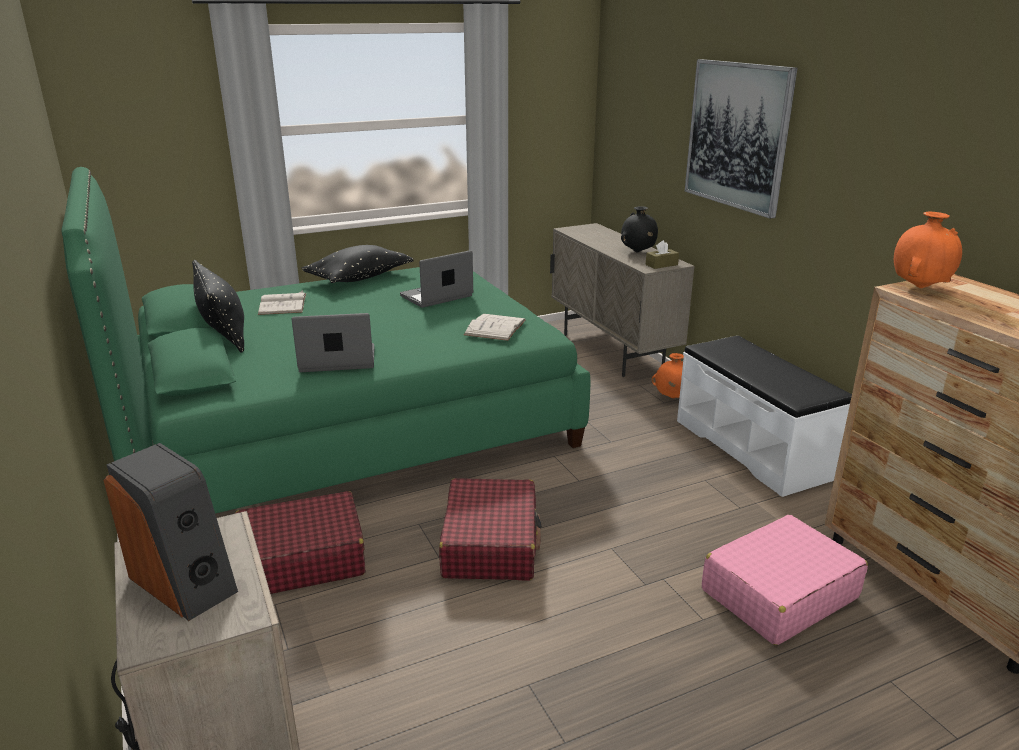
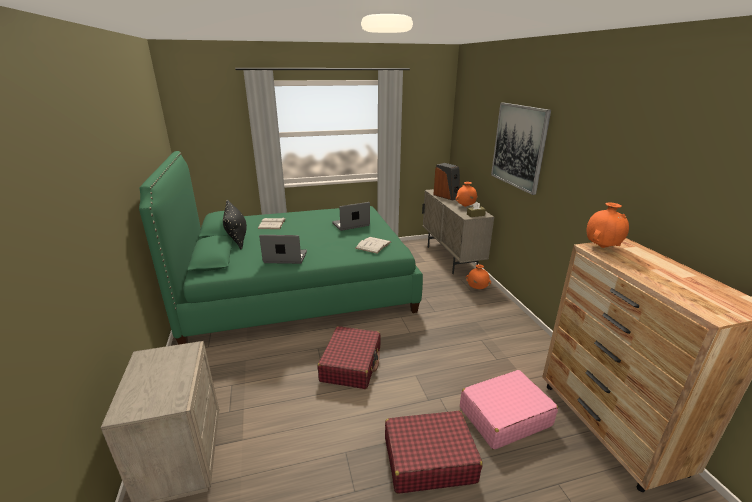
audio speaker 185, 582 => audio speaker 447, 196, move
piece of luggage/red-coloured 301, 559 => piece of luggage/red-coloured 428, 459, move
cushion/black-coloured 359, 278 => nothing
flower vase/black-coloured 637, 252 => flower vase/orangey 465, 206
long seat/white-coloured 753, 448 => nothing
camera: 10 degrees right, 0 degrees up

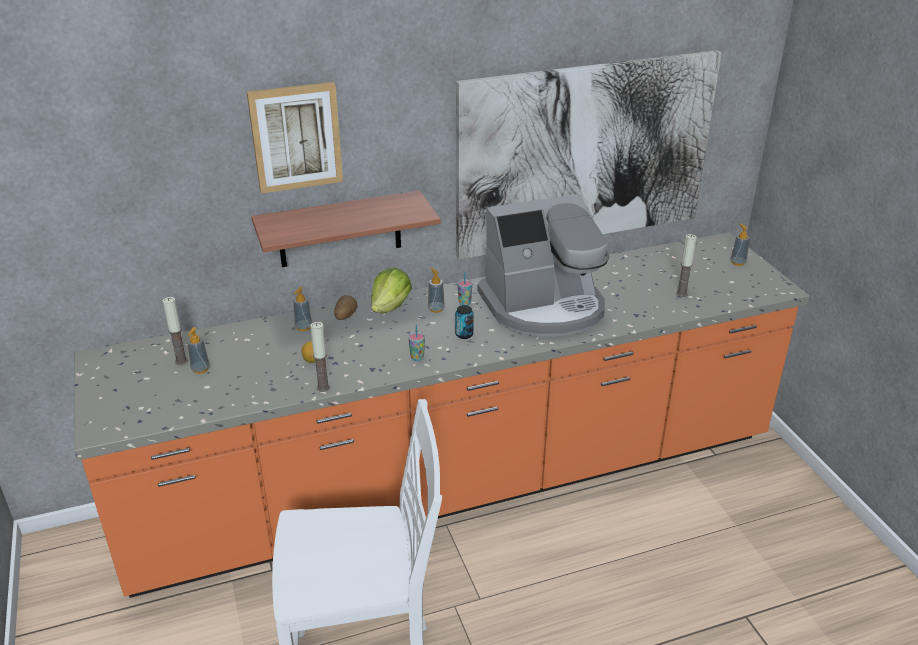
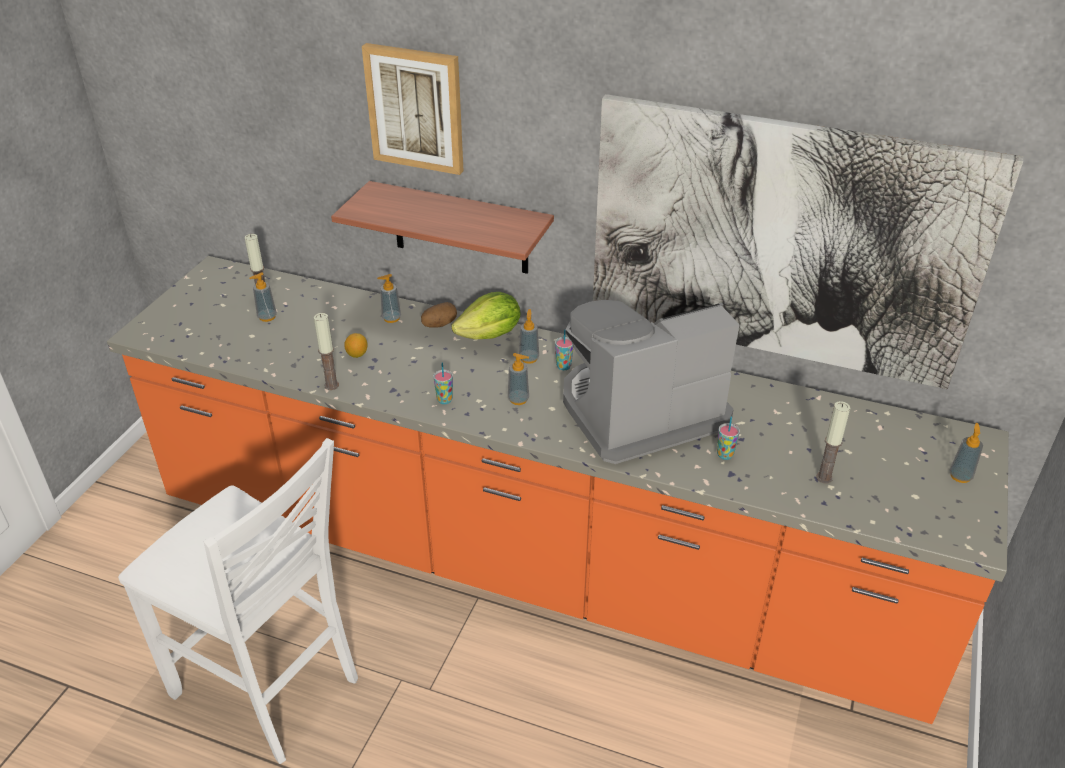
sealed can 464, 334 => liquid soap bottle 518, 399
coffee machine 544, 307 => coffee machine 639, 411, 135 degrees clockwise
nothing => cup 725, 455
camera: 40 degrees right, 5 degrees up

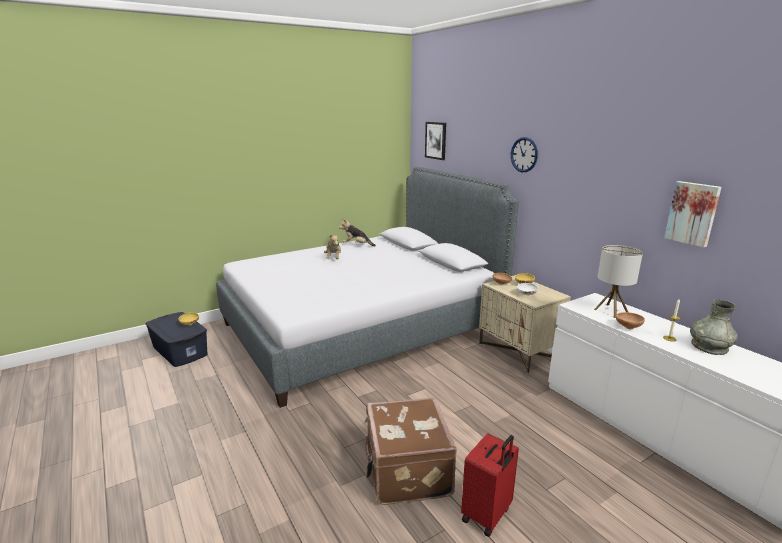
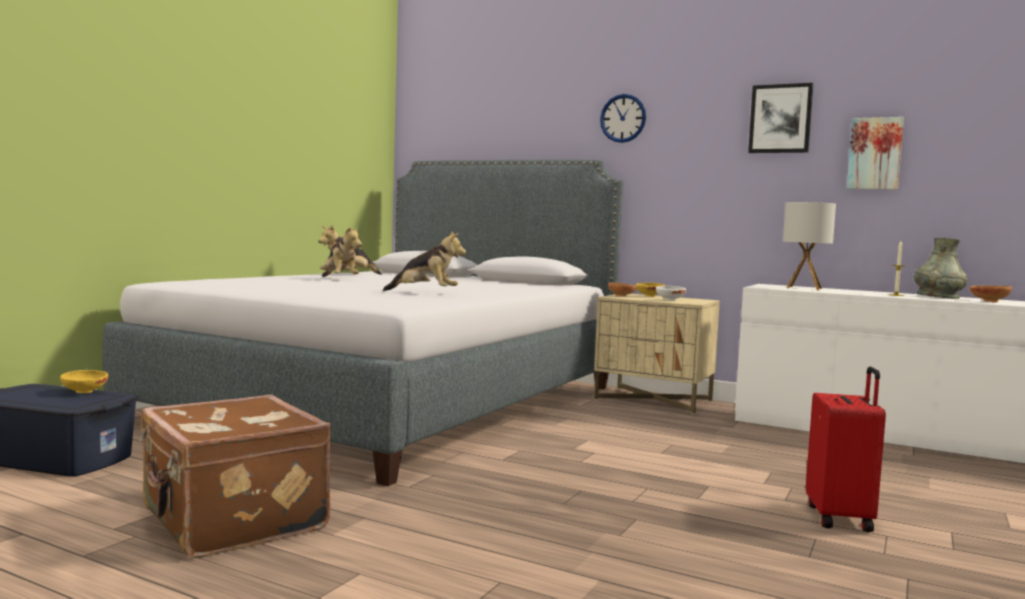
piece of luggage/brown-coloured 406, 471 => piece of luggage/brown-coloured 231, 521, move
wall picture 436, 140 => wall picture 780, 119, move
deep dish/brown-coloured 628, 326 => deep dish/brown-coloured 988, 301, move
nothing => soft toy 425, 293
camera: 30 degrees left, 15 degrees down

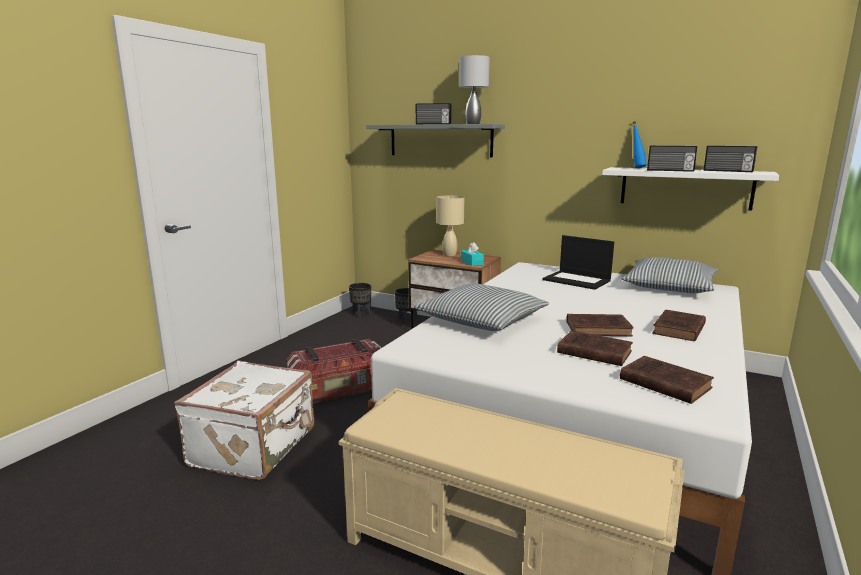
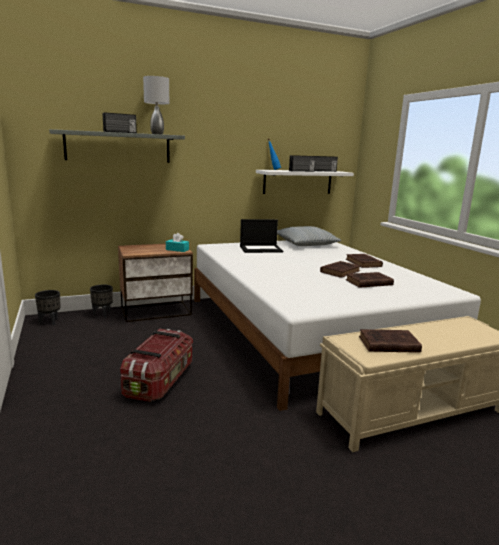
piece of luggage/white-coloured 255, 447 => nothing
cushion 482, 320 => nothing
table lamp/beige-coloured 450, 255 => nothing
volume/brown-coloured 662, 383 => volume/brown-coloured 387, 344, move
camera: 50 degrees left, 0 degrees up

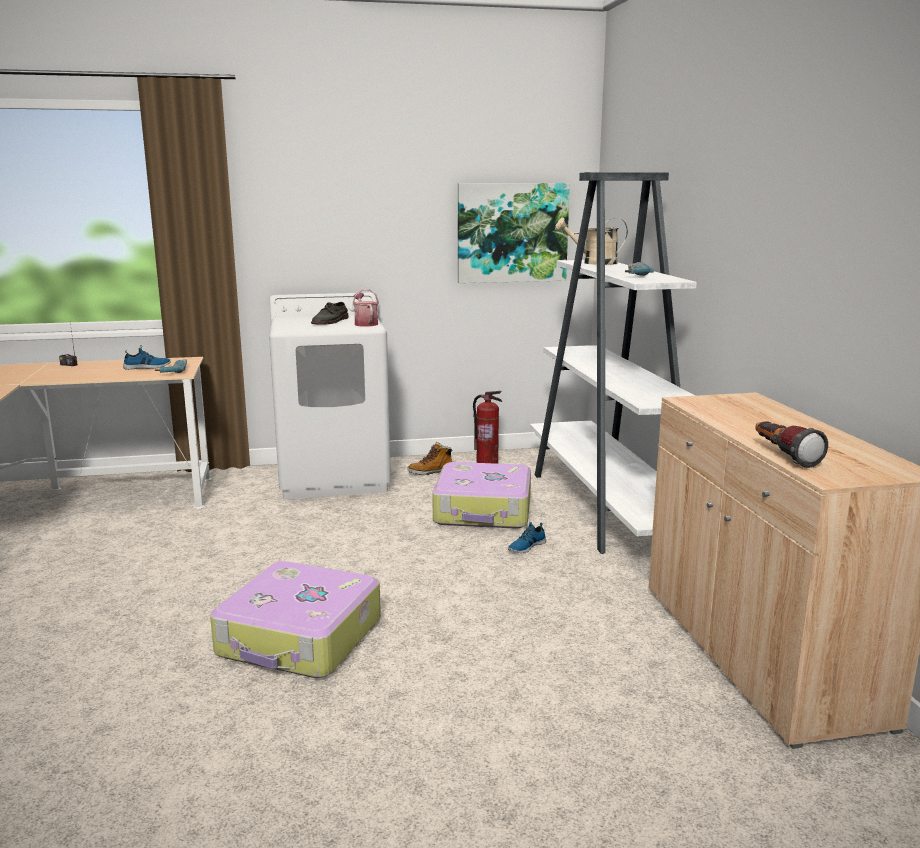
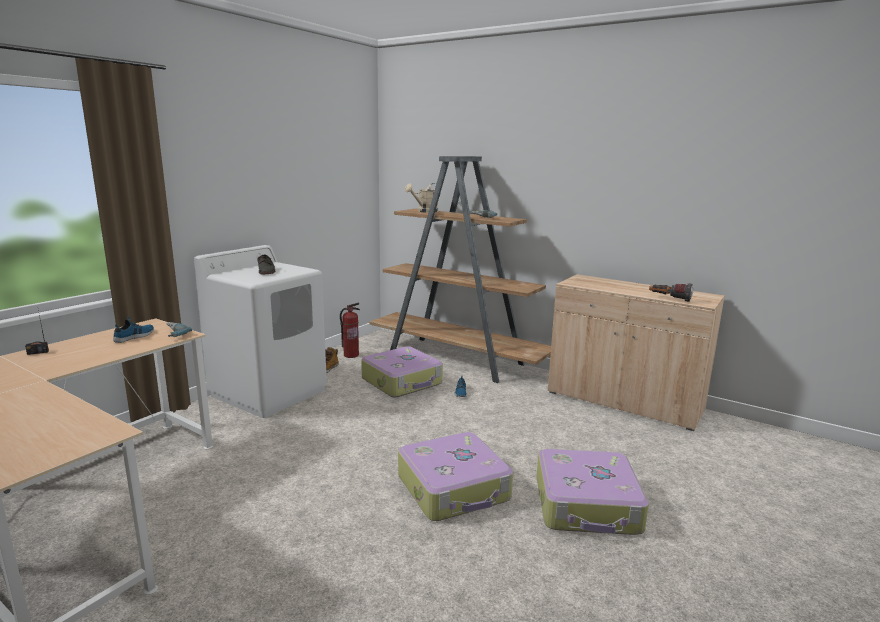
watering can 365, 323 => nothing
wall picture 512, 232 => nothing
bookshelf/white-coloured 608, 508 => bookshelf/brown-coloured 457, 359
nothing => piece of luggage 587, 505
camera: 45 degrees left, 0 degrees up

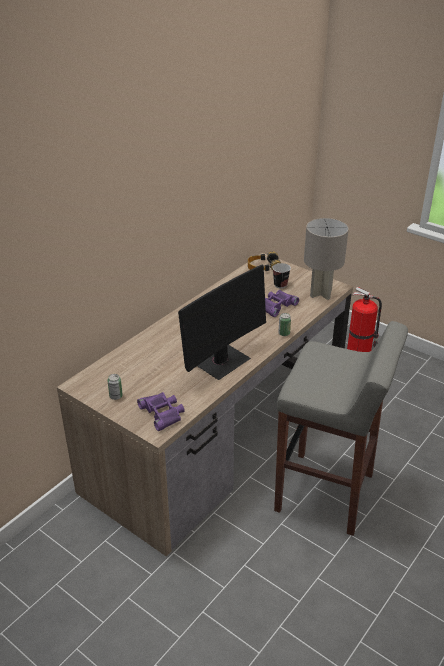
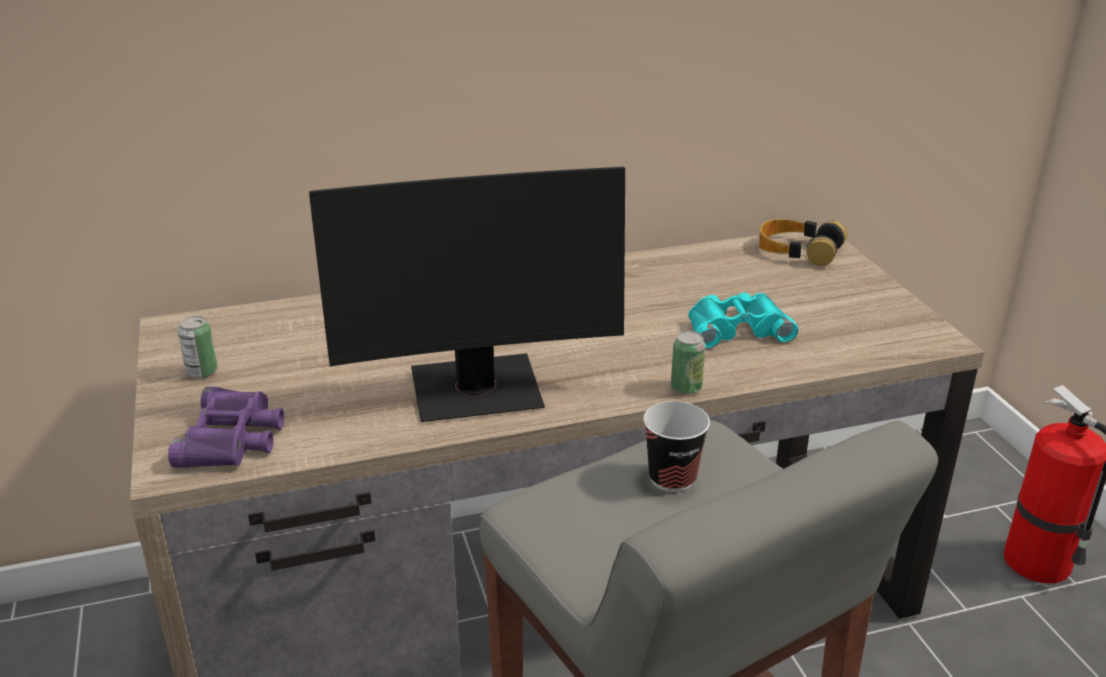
pair of binoculars/purple-coloured 276, 305 => pair of binoculars/blue-green 736, 328
cup 280, 285 => cup 672, 478, move
table lamp/gray 320, 293 => nothing
camera: 35 degrees right, 5 degrees down

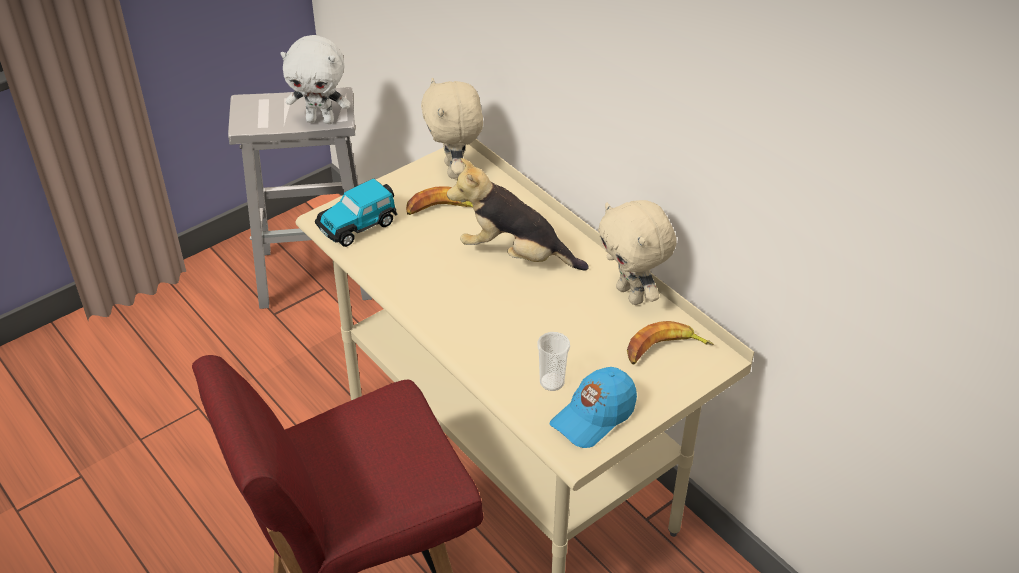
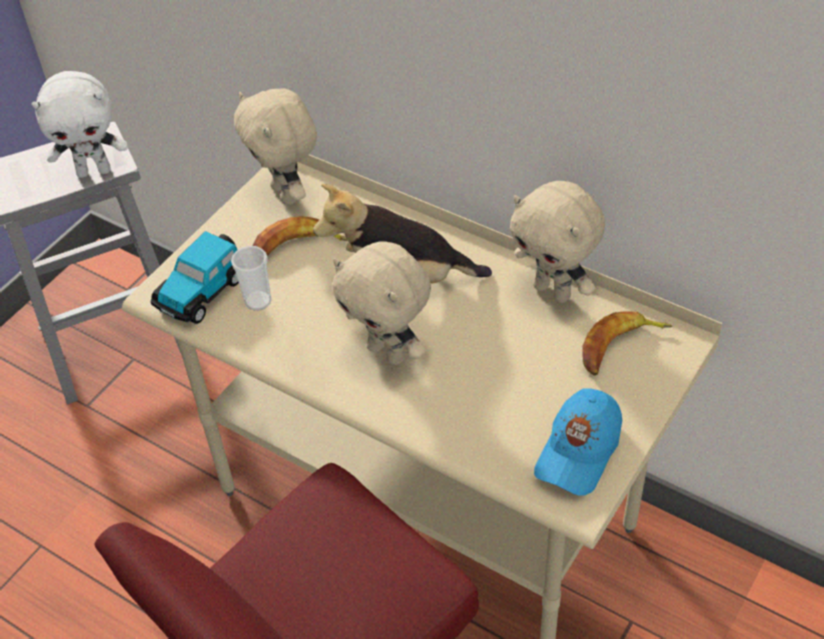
cup 552, 382 => cup 258, 301, move
nothing => soft toy/beige-coloured 388, 352
camera: 15 degrees left, 5 degrees up

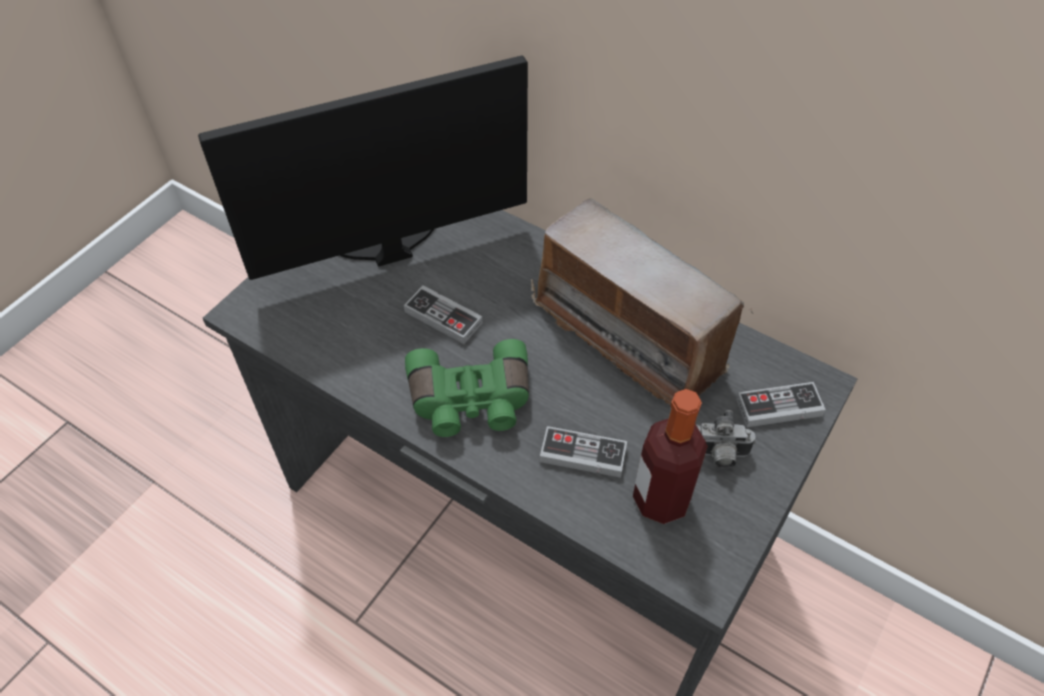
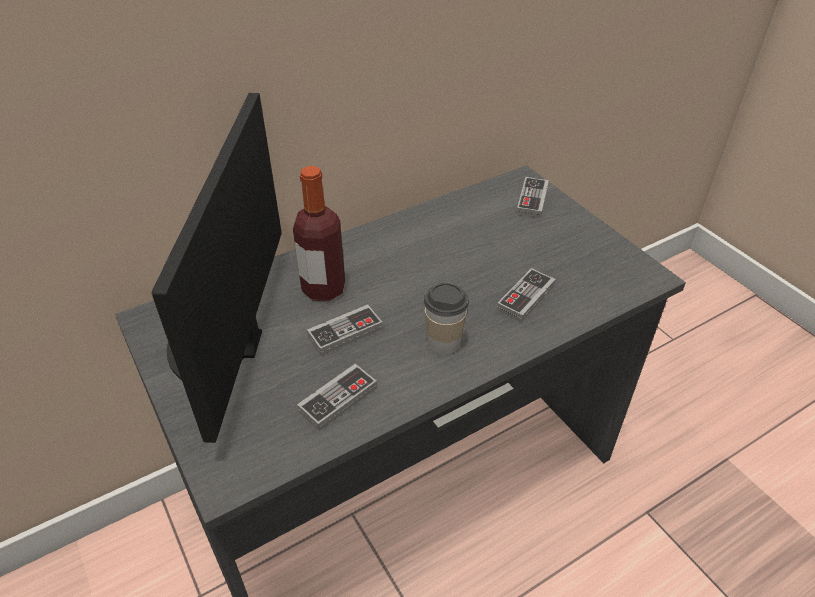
pair of binoculars/green-coloured 470, 402 => cup 444, 343
radio 630, 337 => nothing
beverage bottle 661, 499 => beverage bottle 323, 288, move
still camera 716, 456 => nothing
nothing => joypad 338, 399
camera: 65 degrees left, 10 degrees down

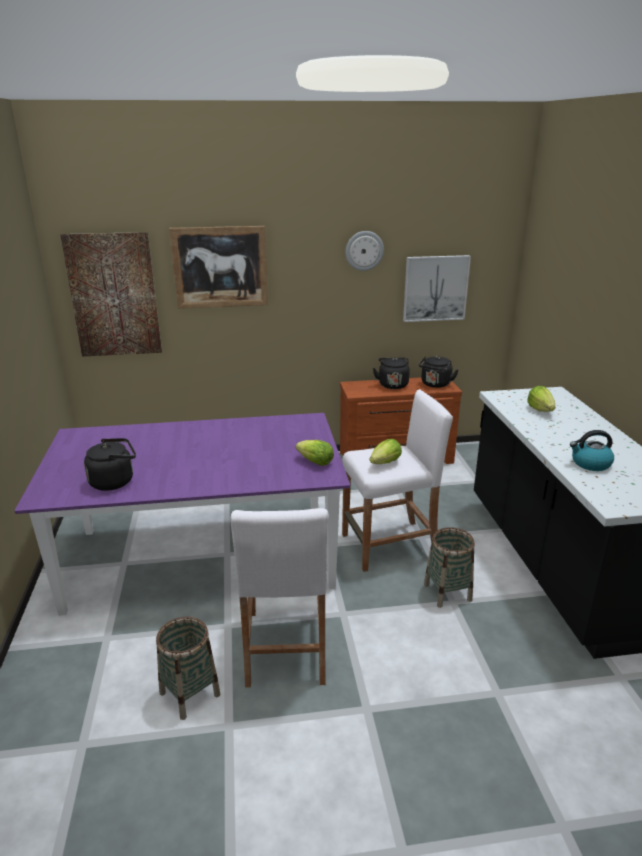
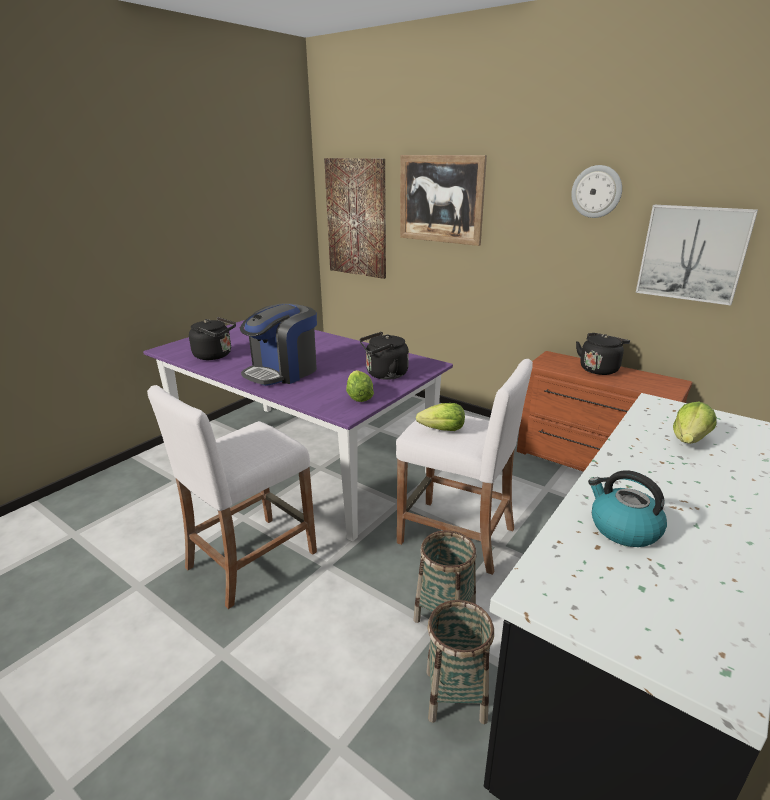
household basket 190, 694 => household basket 455, 696, move
tea kettle/black-coloured 435, 385 => tea kettle/black-coloured 384, 374, move
nothing => coffee machine 283, 372
camera: 45 degrees right, 0 degrees up

